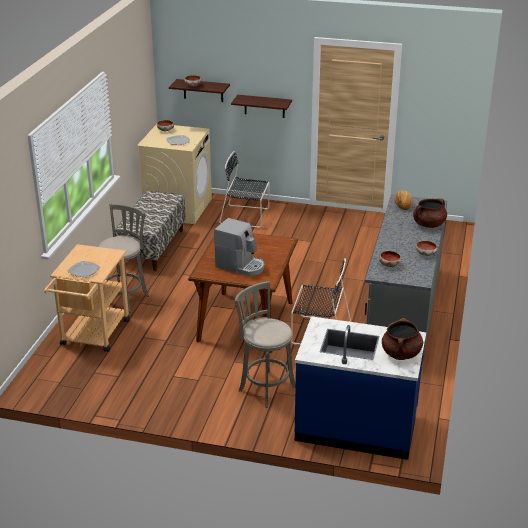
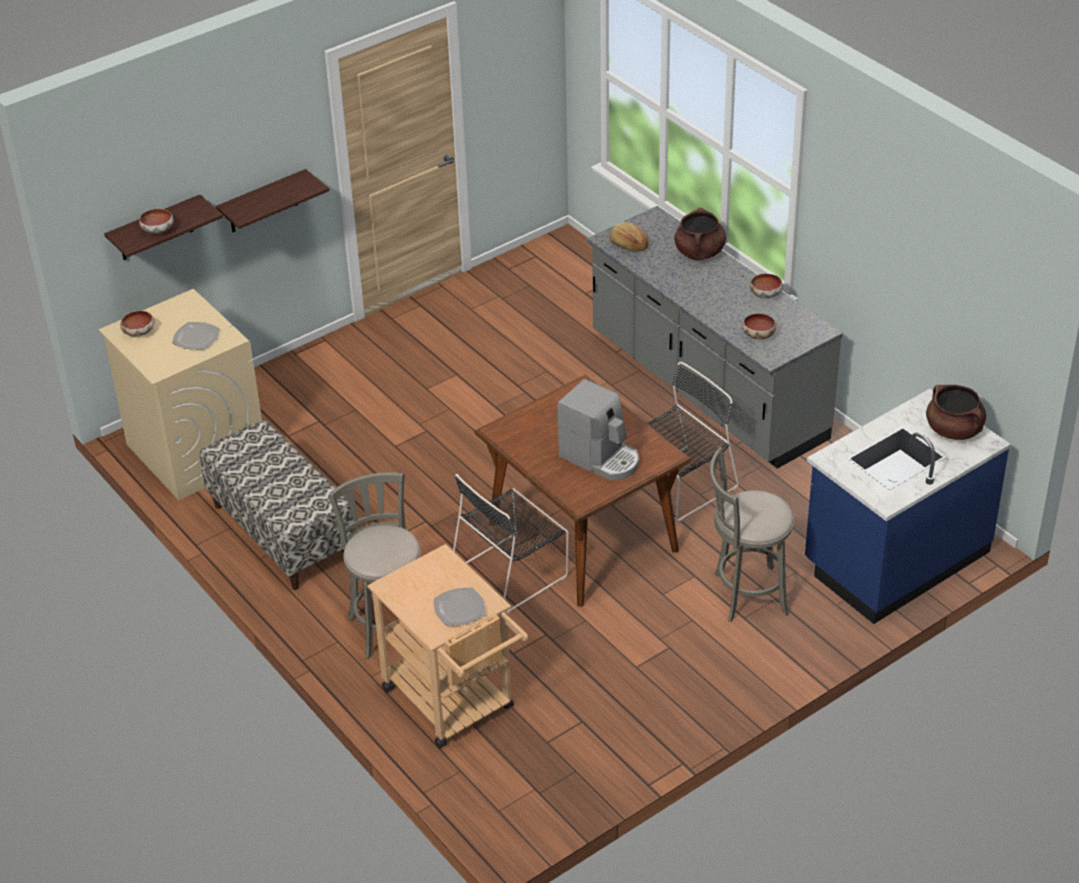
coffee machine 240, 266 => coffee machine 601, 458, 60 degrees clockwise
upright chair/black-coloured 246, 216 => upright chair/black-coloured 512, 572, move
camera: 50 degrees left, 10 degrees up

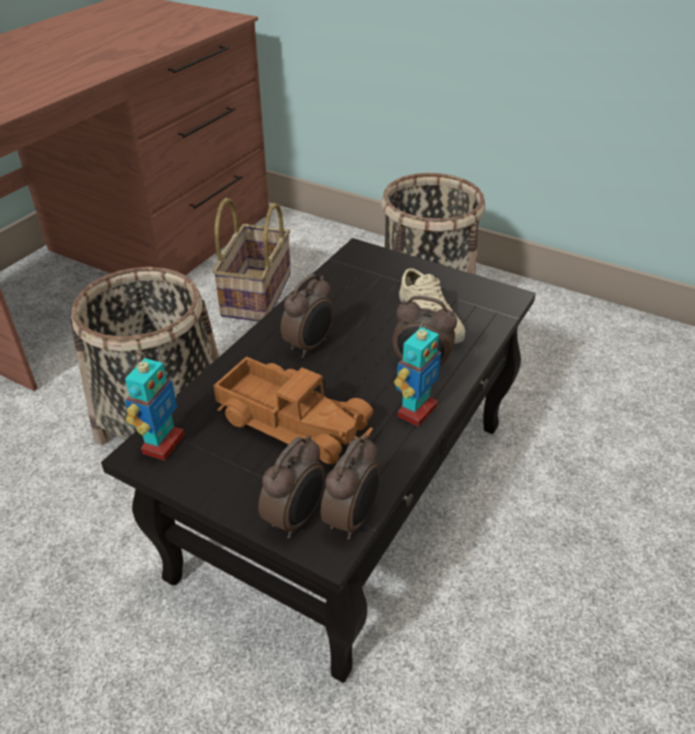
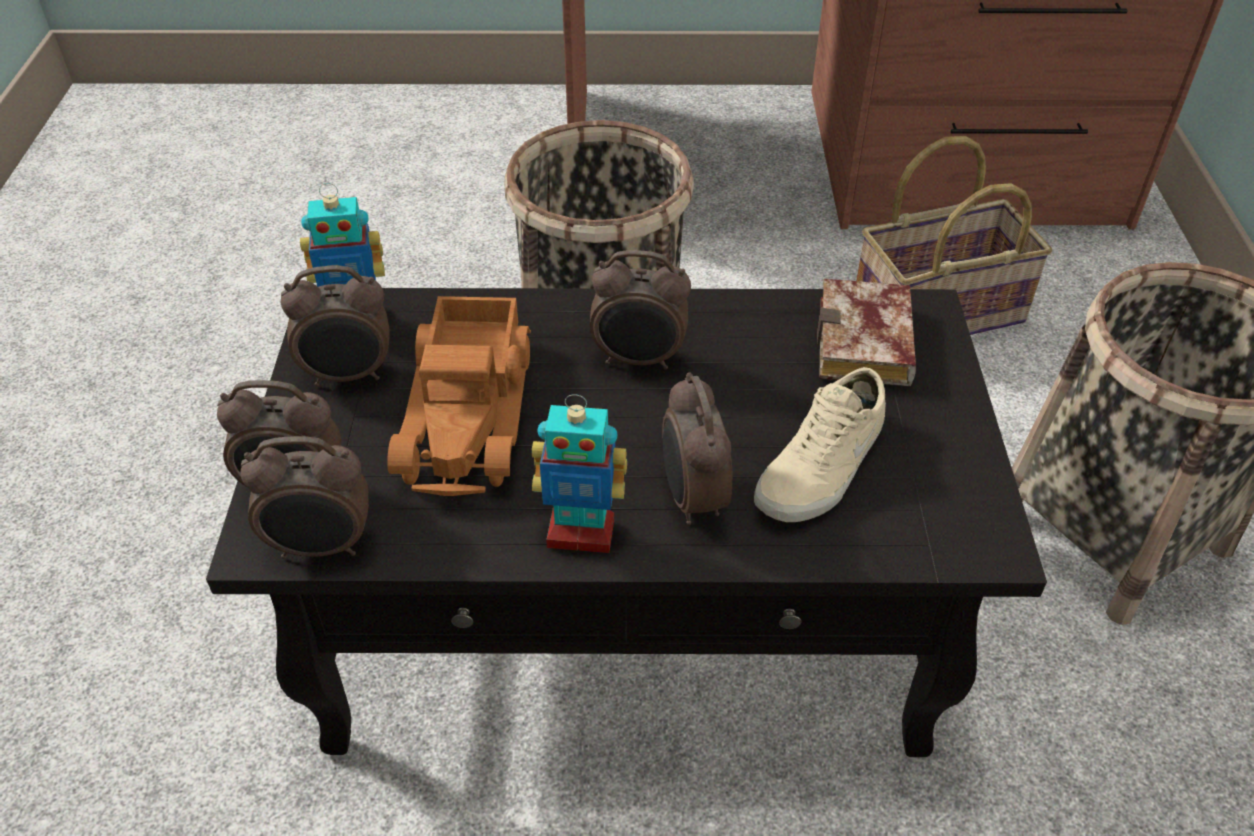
nothing => alarm clock 349, 376
nothing => volume 868, 347
camera: 60 degrees right, 5 degrees up

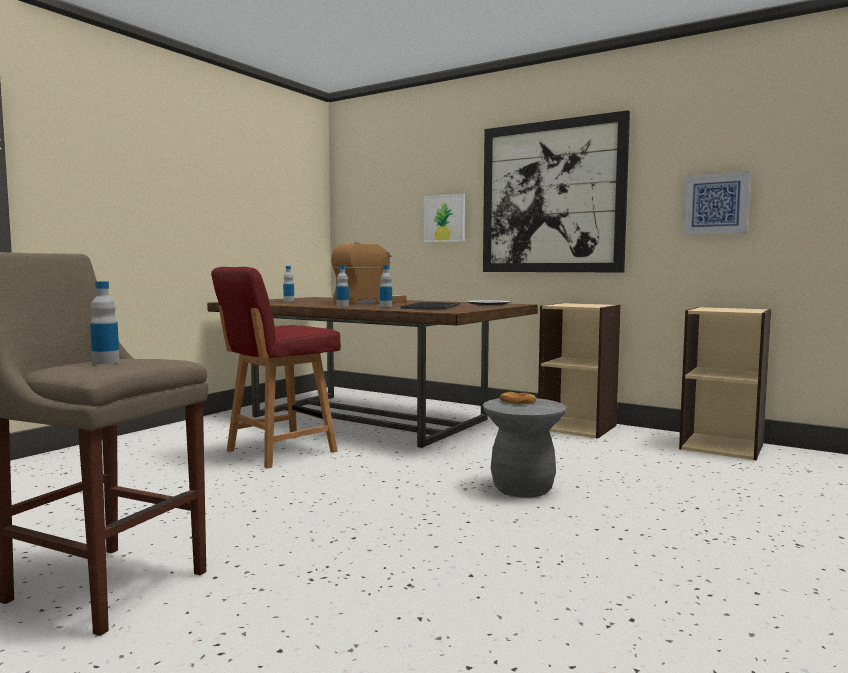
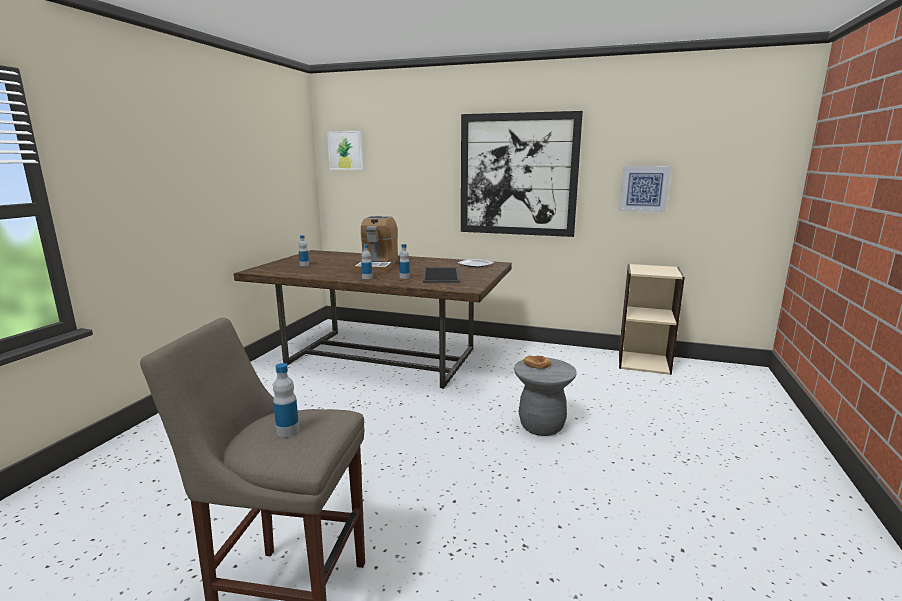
upright chair/red-coloured 279, 451 => nothing
coffee machine 368, 302 => coffee machine 377, 266, 150 degrees clockwise
wall picture 444, 218 => wall picture 345, 150, move
bookshelf/beige-coloured 578, 427 => nothing
camera: 15 degrees left, 10 degrees up

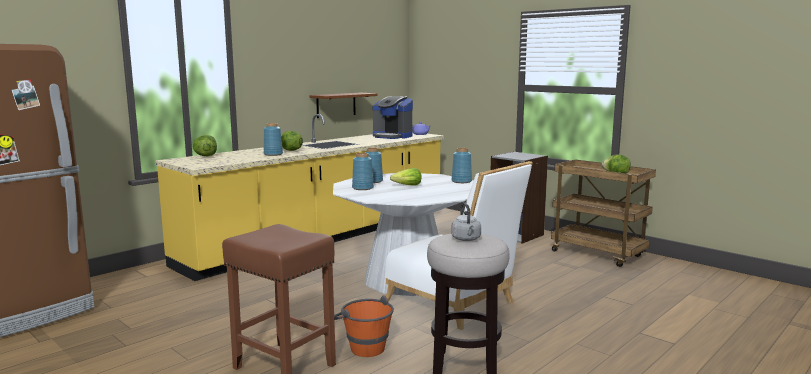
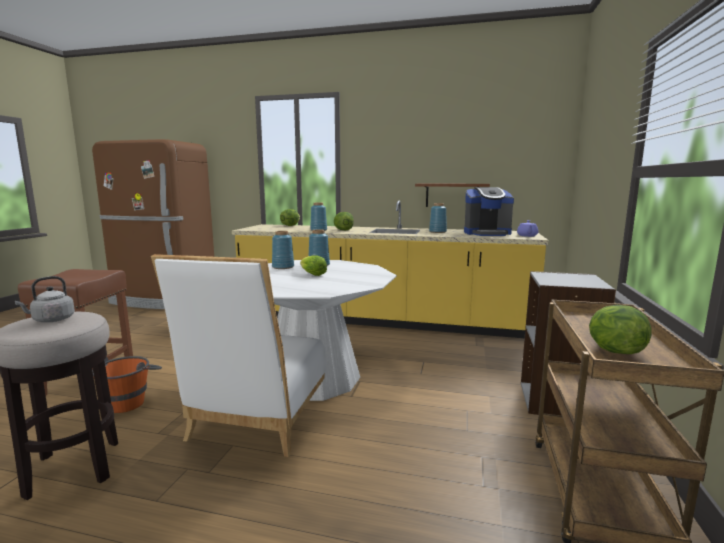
coffee machine 392, 136 => coffee machine 487, 233, 90 degrees counterclockwise
flower vase/blue-coloured 461, 181 => flower vase/blue-coloured 437, 232, move
camera: 60 degrees right, 0 degrees up

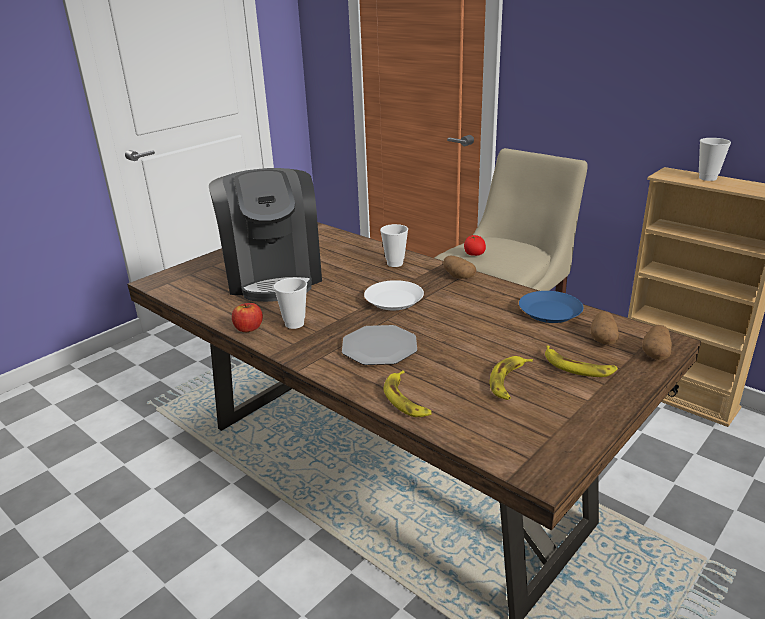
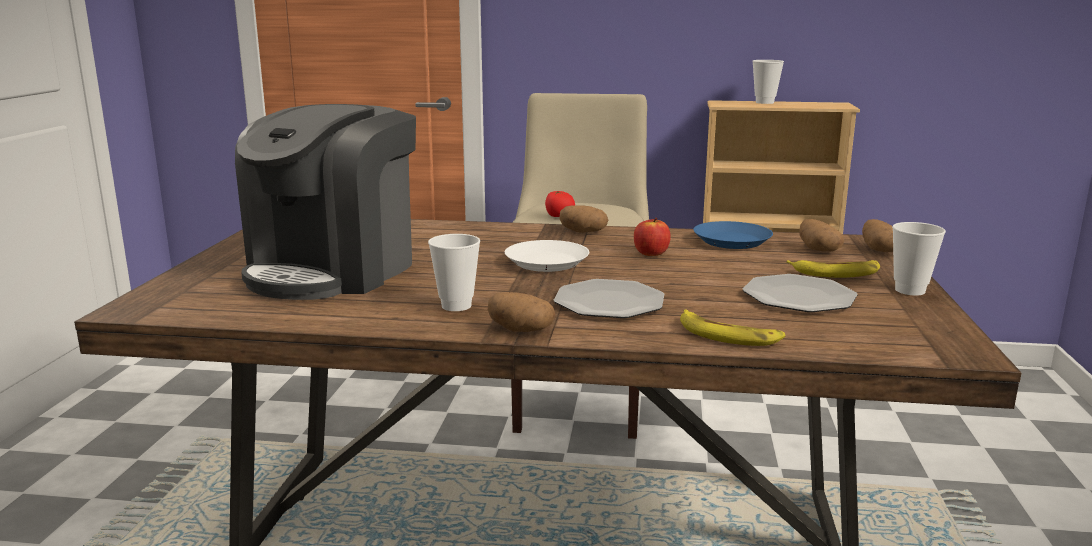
coffee machine 273, 276 => coffee machine 334, 270, 75 degrees clockwise
whole apple 248, 328 => whole apple 651, 253, move
cup 395, 263 => cup 910, 290, move
whole banana 509, 381 => dinner plate 799, 297
nothing => potato 520, 330
camera: 35 degrees left, 10 degrees down

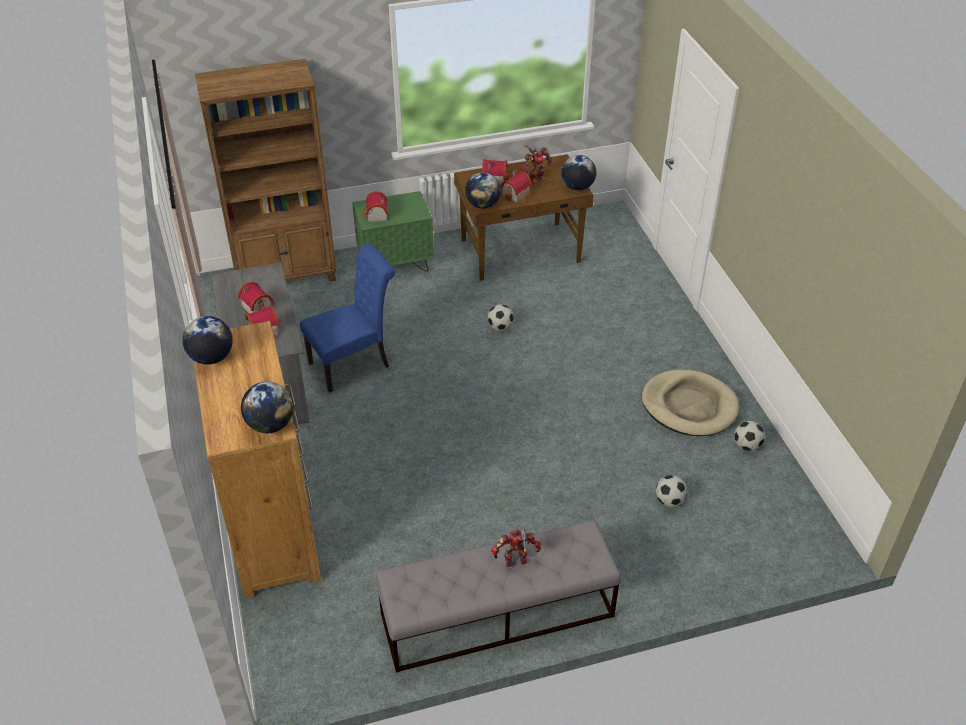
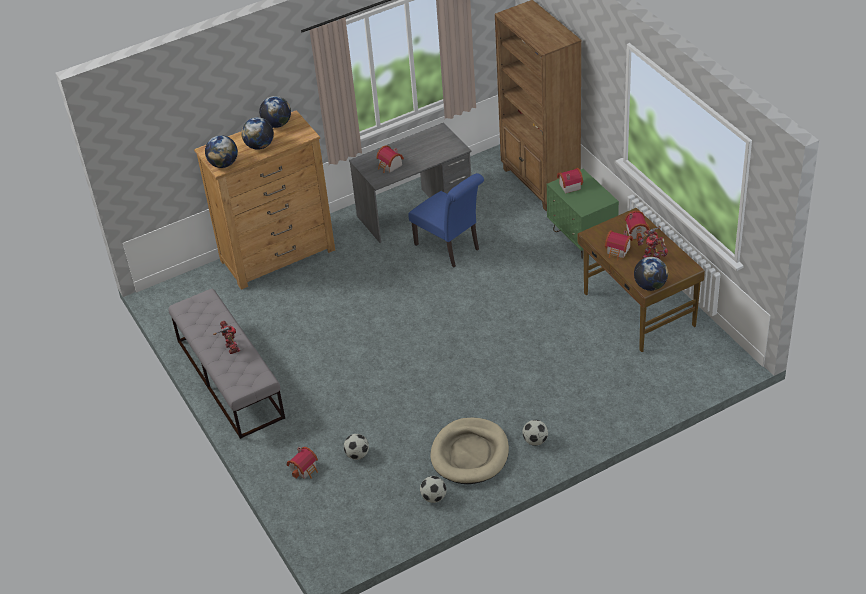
toy house 258, 307 => toy house 305, 469, move
desk globe 483, 205 => desk globe 259, 146, move
football ball 500, 327 => football ball 535, 440, move
camera: 80 degrees right, 0 degrees up

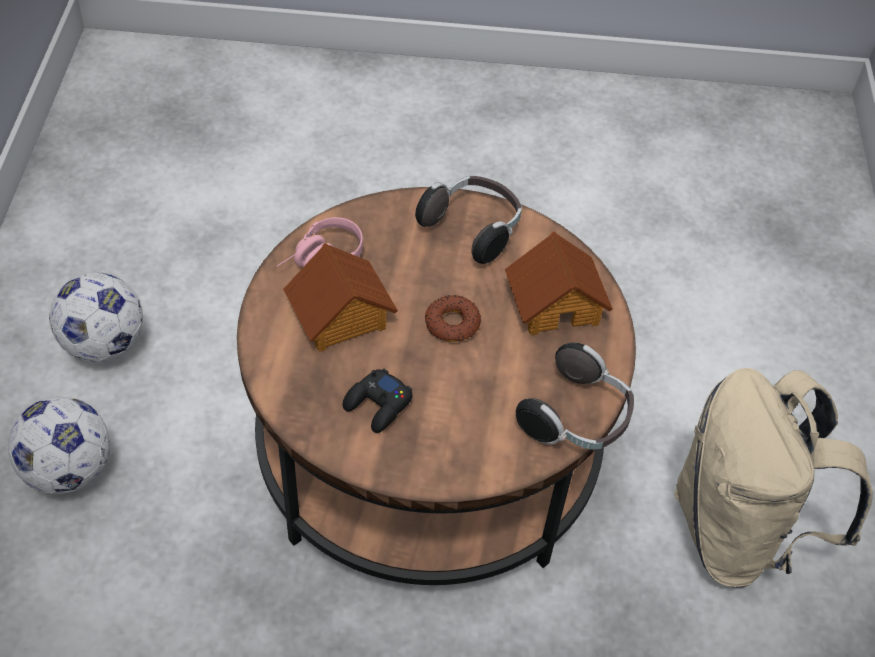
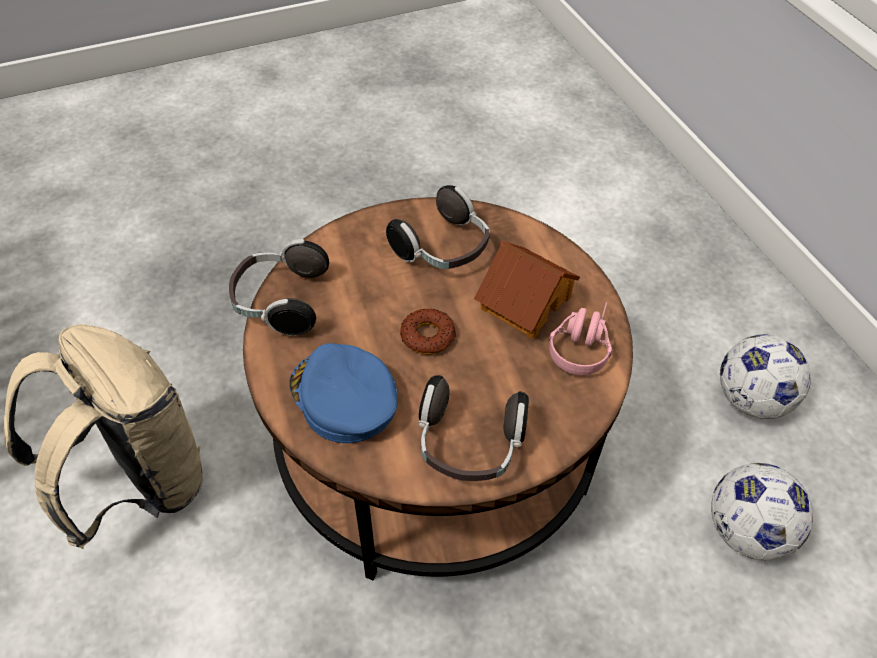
football ball 69, 470 => football ball 746, 531, move
joypad/black-coloured 378, 405 => pair of headphones 443, 249
toy house 555, 303 => peaked cap/blue-coloured 343, 397
camera: 155 degrees right, 0 degrees up

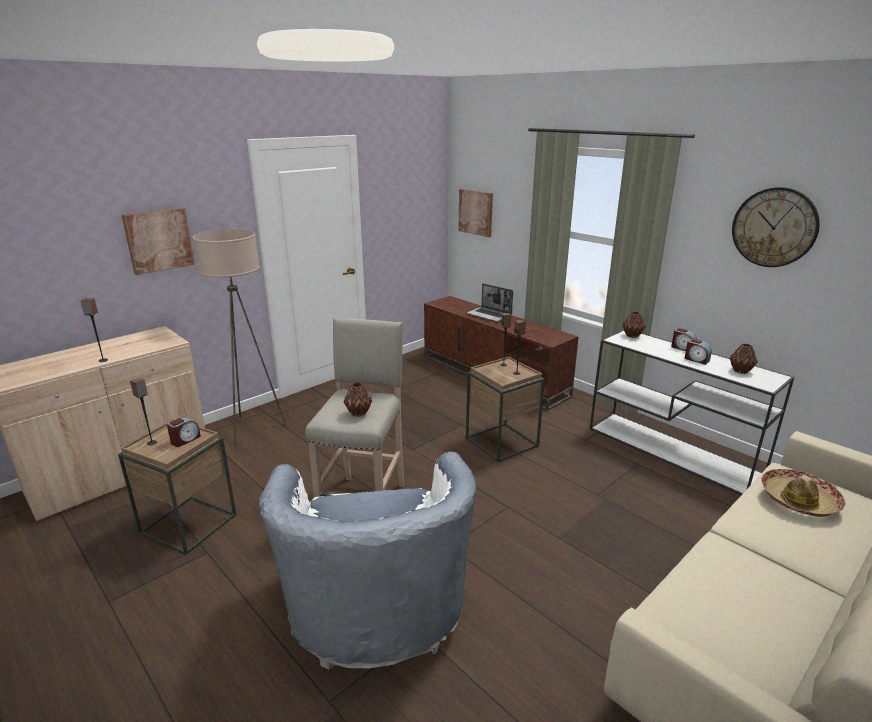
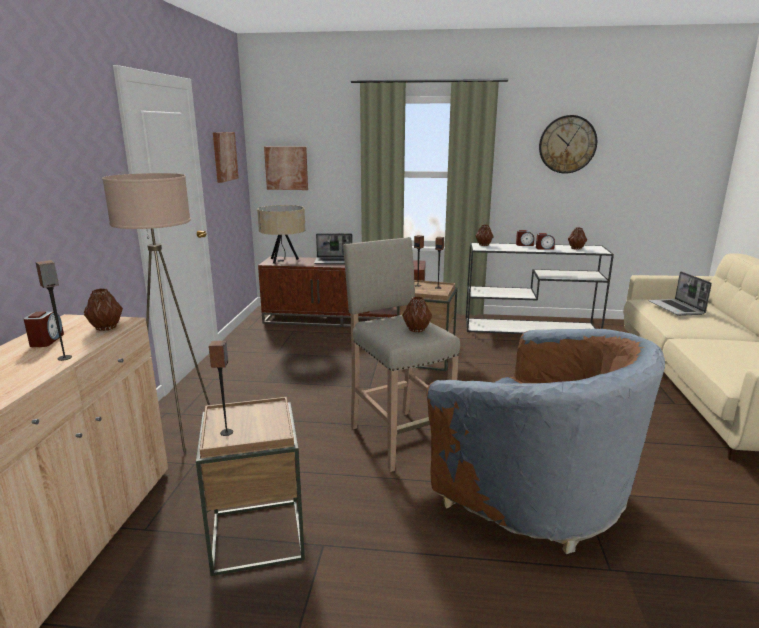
wall picture 159, 240 => wall picture 224, 156, move
alarm clock 185, 440 => alarm clock 46, 340, move
lounge chair/white-coloured 376, 609 => lounge chair/brown-coloured 533, 496
clothing hat 798, 499 => notebook computer 676, 308
nothing => flower vase/brown-coloured 106, 328
nothing => table lamp/beige-coloured 284, 261
camera: 40 degrees left, 5 degrees down

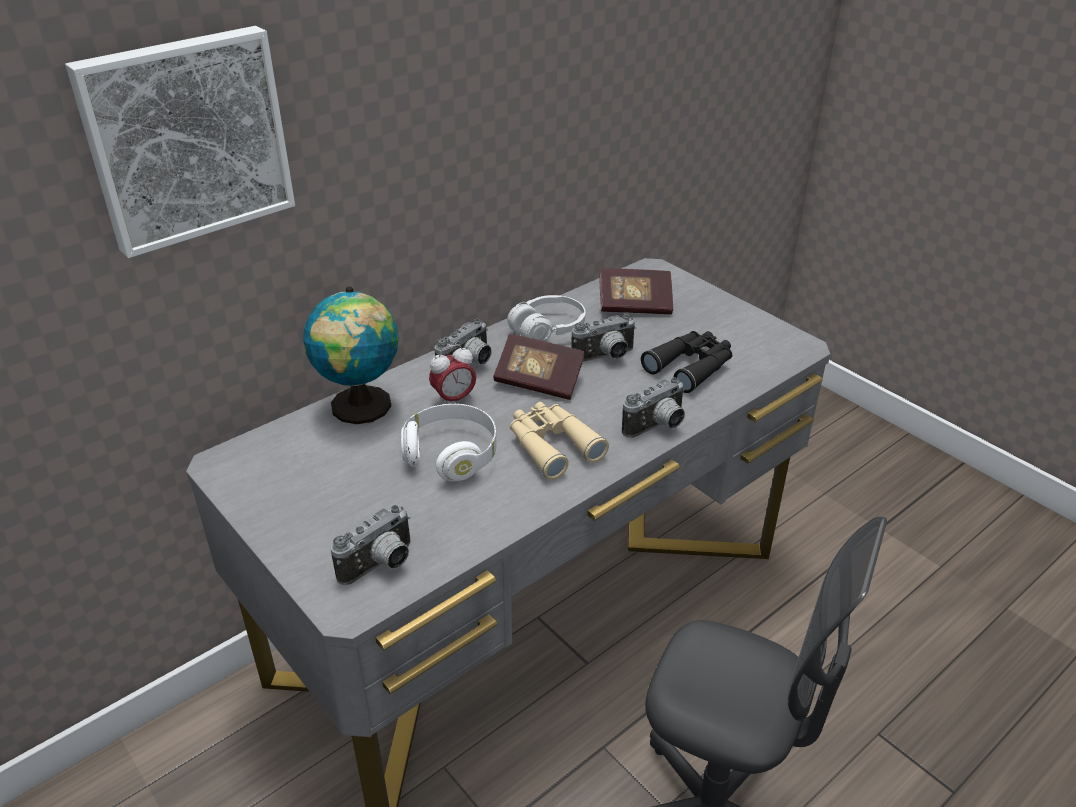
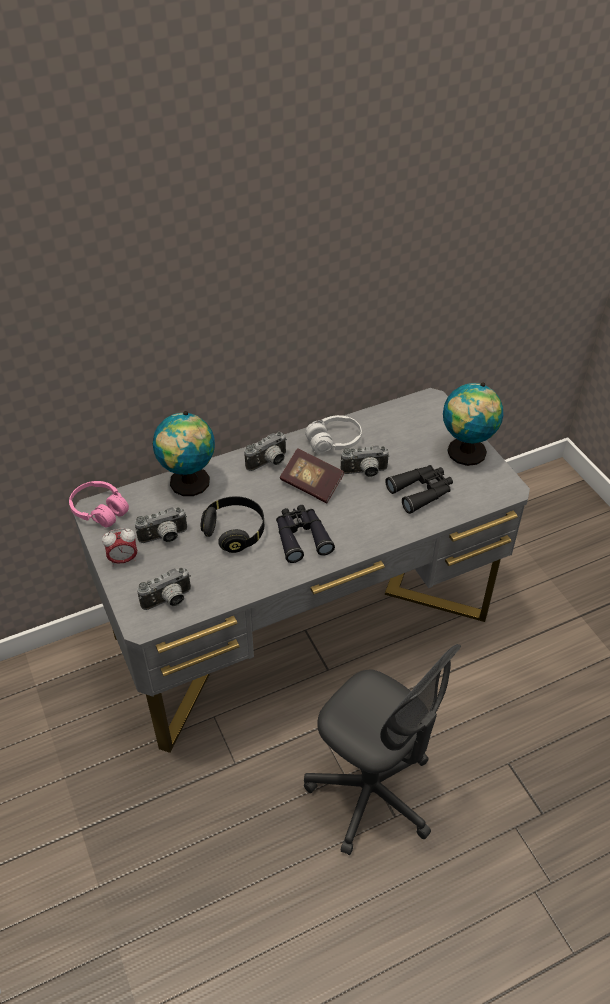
wall picture 187, 138 => nothing
pair of headphones/white-coloured 451, 455 => pair of headphones/black-coloured 235, 531
alarm clock 454, 399 => alarm clock 123, 560, move
pair of binoculars/beige-coloured 552, 445 => pair of binoculars/black-coloured 301, 537
volume 634, 305 => nothing
still camera 657, 427 => still camera 164, 538, move
nothing => pair of headphones/pink 99, 510
nothing => desk globe 465, 454
camera: 15 degrees right, 10 degrees up

